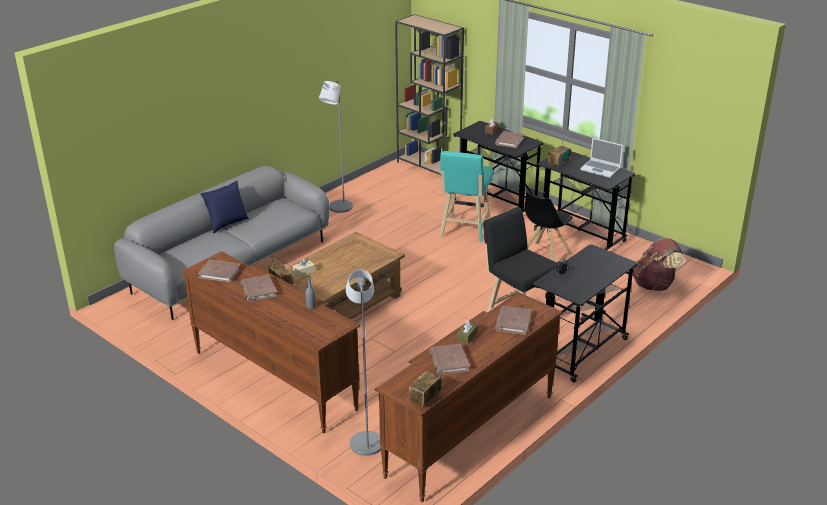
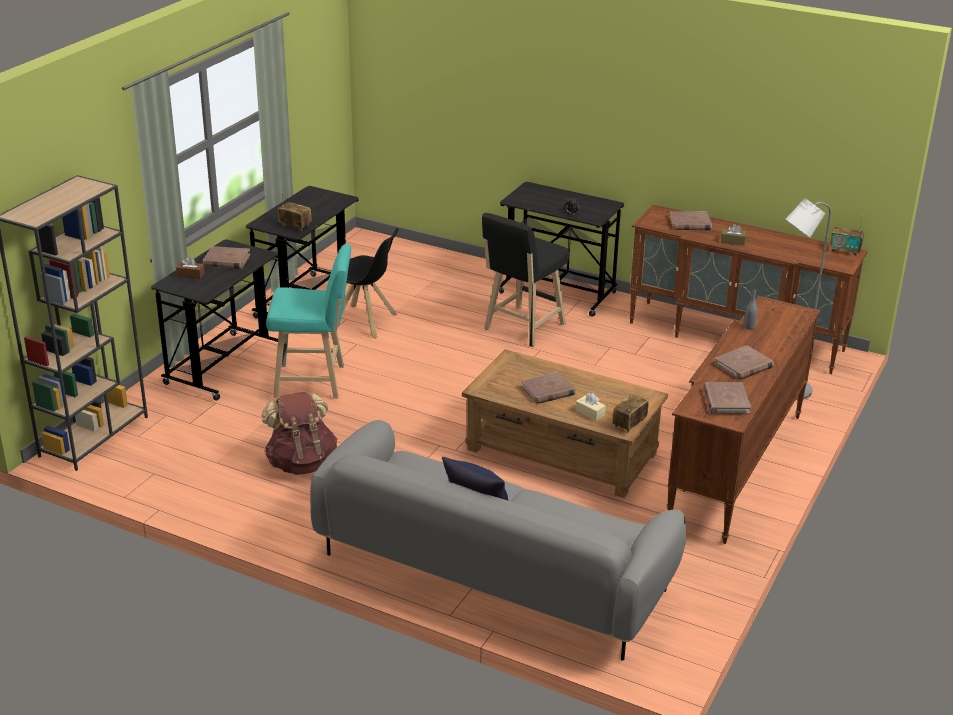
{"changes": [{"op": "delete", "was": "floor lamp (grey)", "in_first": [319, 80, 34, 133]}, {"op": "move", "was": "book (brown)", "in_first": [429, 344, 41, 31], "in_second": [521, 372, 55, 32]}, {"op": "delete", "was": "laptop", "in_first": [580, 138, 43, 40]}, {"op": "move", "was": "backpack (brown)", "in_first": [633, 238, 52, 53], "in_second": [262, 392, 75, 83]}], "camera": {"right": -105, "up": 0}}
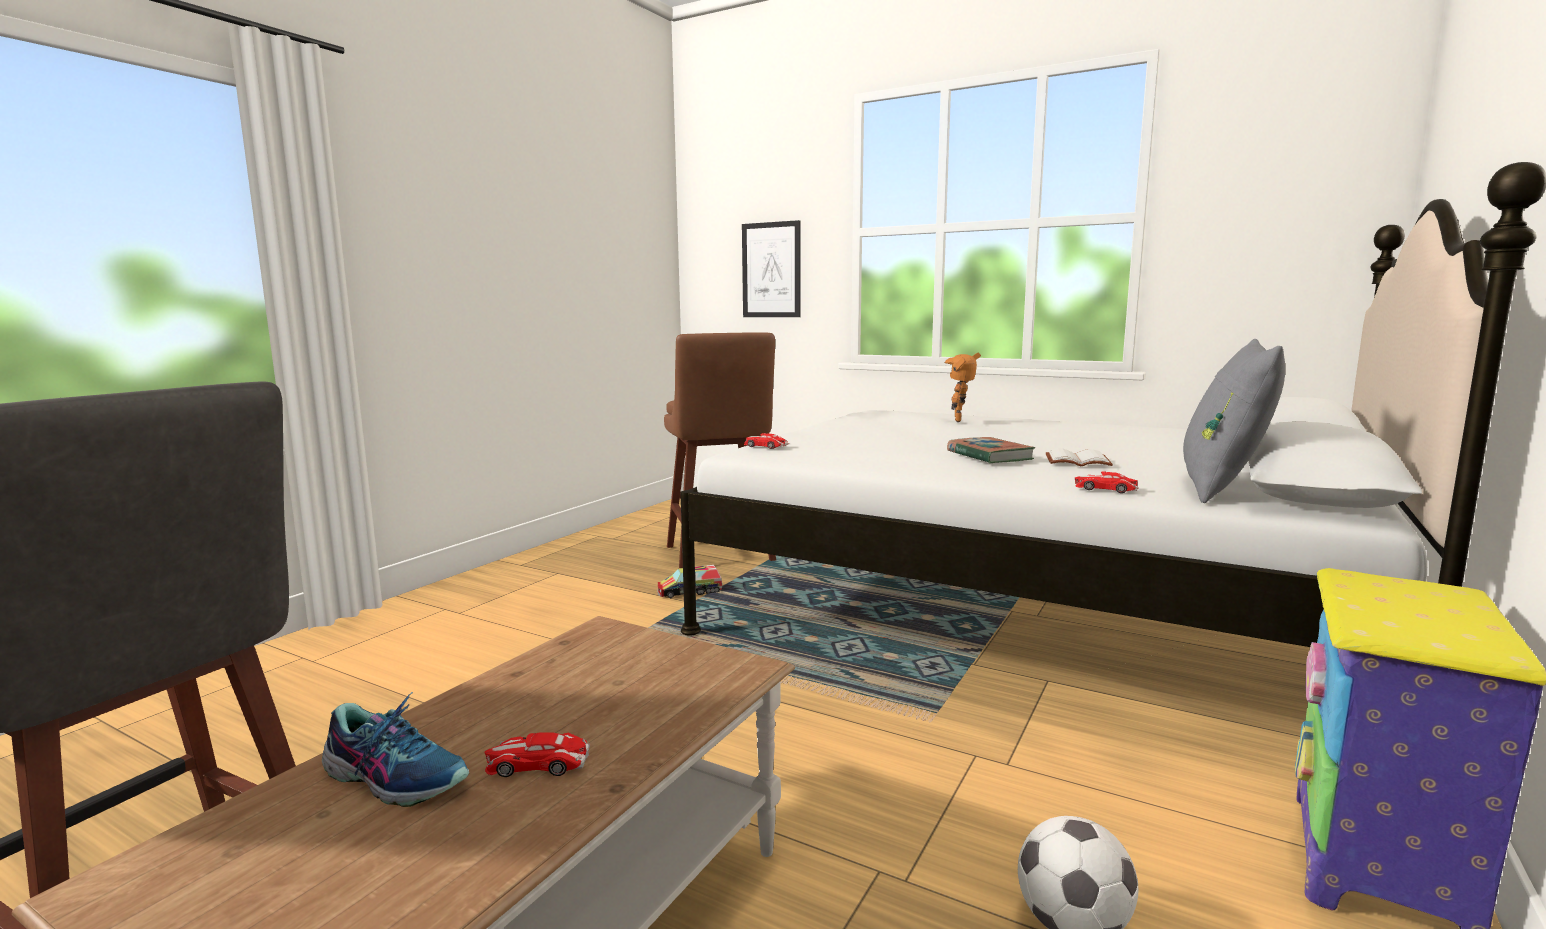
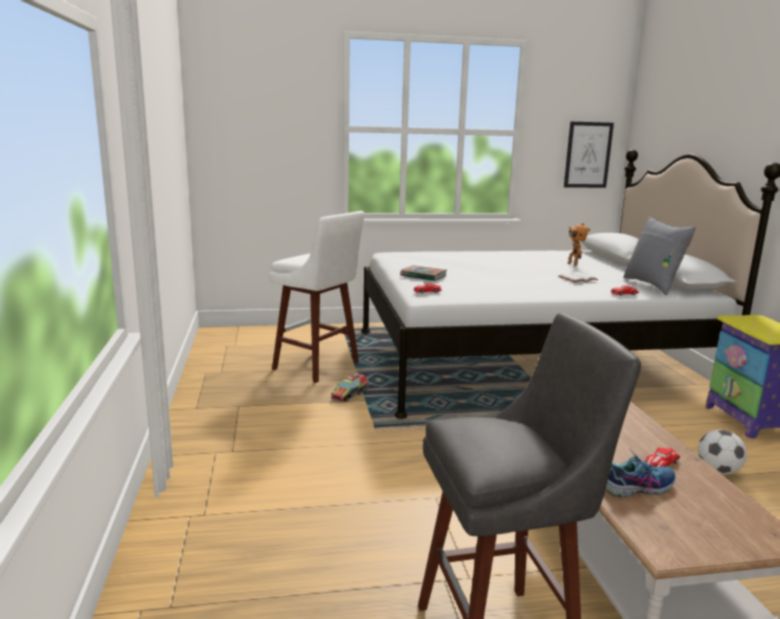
{"changes": [{"op": "recolor", "was": "stool (brown)", "now": "stool (white)", "in_first": [664, 332, 112, 236], "in_second": [269, 211, 95, 172]}, {"op": "move", "was": "picture", "in_first": [742, 220, 58, 97], "in_second": [564, 122, 50, 66]}, {"op": "move", "was": "toy robot", "in_first": [945, 352, 36, 70], "in_second": [568, 223, 22, 43]}, {"op": "move", "was": "book", "in_first": [947, 437, 88, 26], "in_second": [400, 265, 47, 16]}], "camera": {"right": -40, "up": 5}}
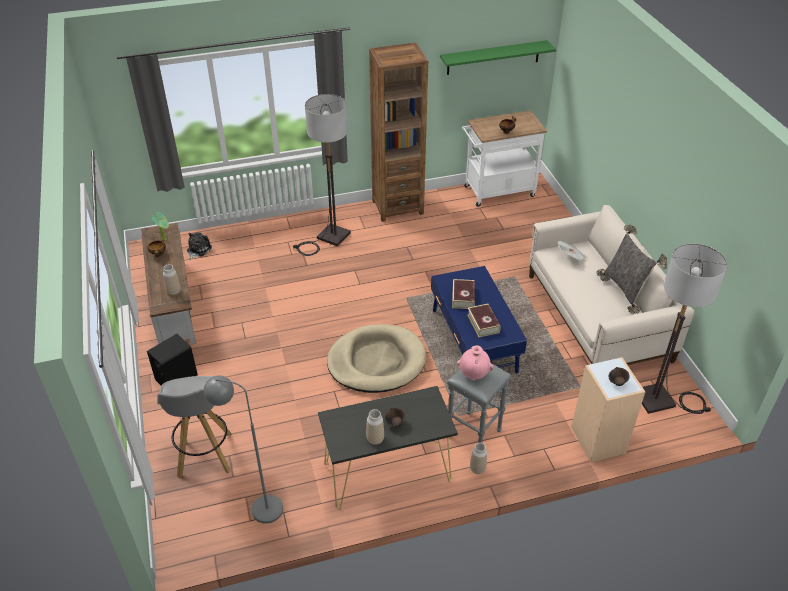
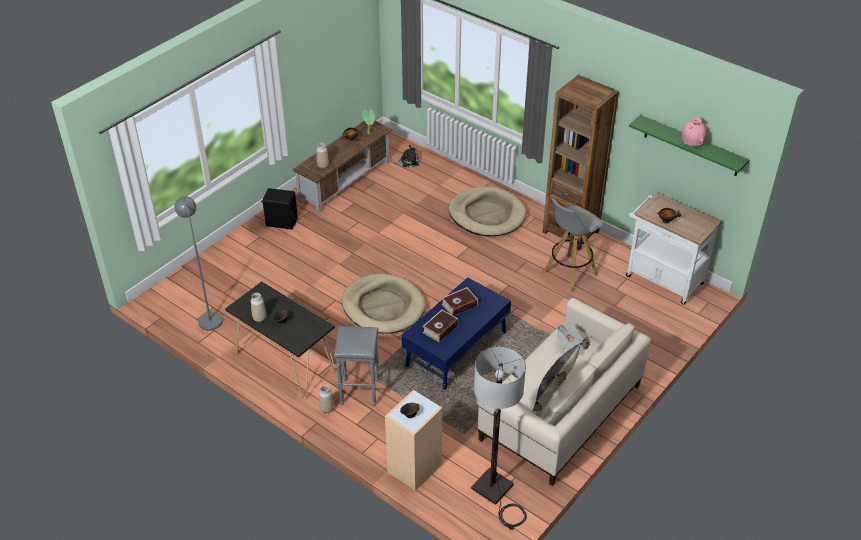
{"changes": [{"op": "move", "was": "stool (grey)", "in_first": [157, 376, 75, 102], "in_second": [543, 198, 60, 94]}, {"op": "replace", "was": "floor lamp", "now": "dog bed (beige)", "in_first": [293, 94, 58, 162], "in_second": [448, 186, 79, 50]}, {"op": "move", "was": "vase (pink)", "in_first": [457, 345, 36, 36], "in_second": [682, 118, 25, 28]}], "camera": {"right": 55, "up": 0}}
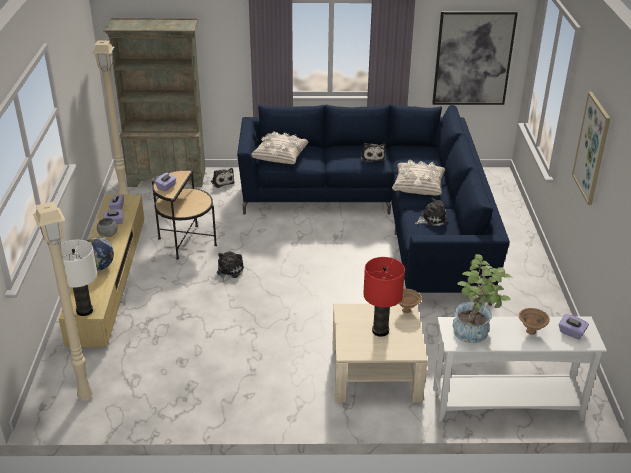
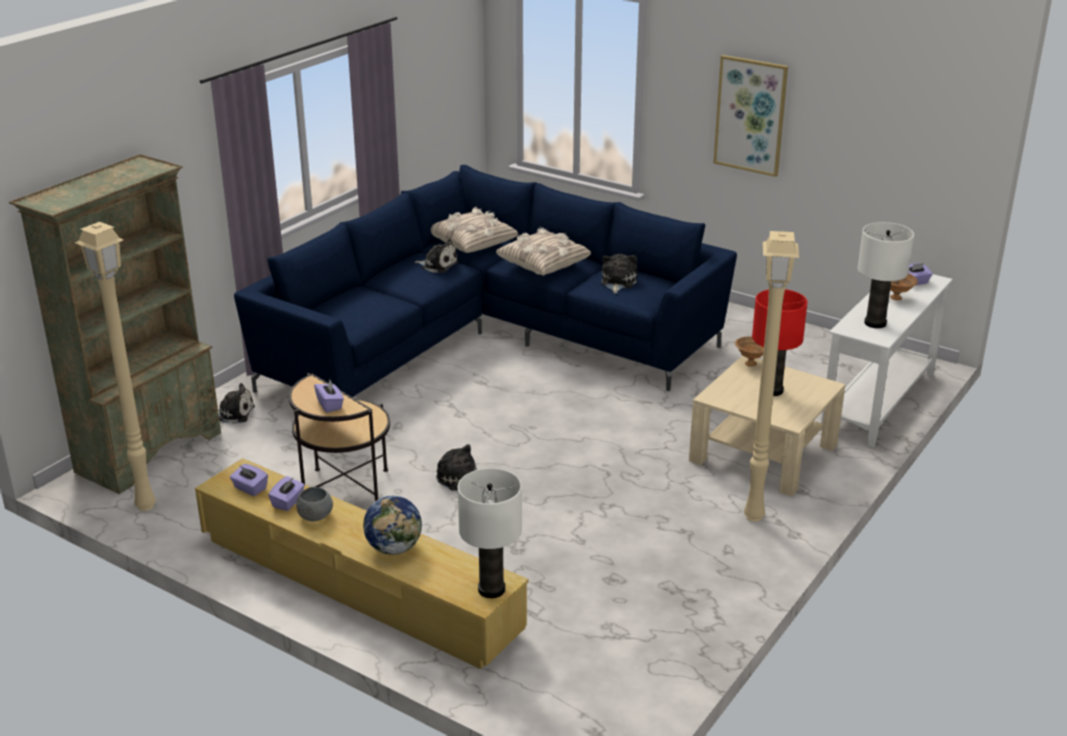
{"changes": [{"op": "move", "was": "floor lamp (beige)", "in_first": [33, 201, 60, 200], "in_second": [744, 231, 55, 291]}, {"op": "move", "was": "pillow (beige)", "in_first": [252, 131, 56, 33], "in_second": [431, 207, 87, 46]}, {"op": "delete", "was": "picture", "in_first": [432, 11, 86, 94]}, {"op": "replace", "was": "potted plant", "now": "table lamp (white)", "in_first": [453, 254, 60, 89], "in_second": [858, 222, 56, 106]}], "camera": {"right": -55, "up": -5}}
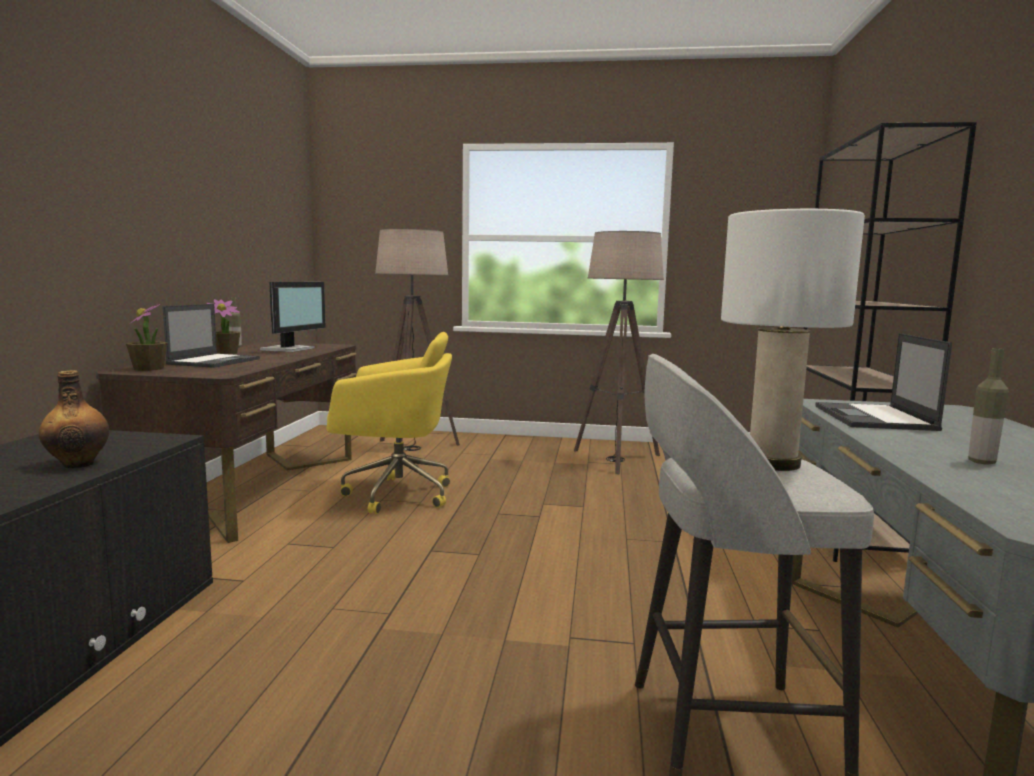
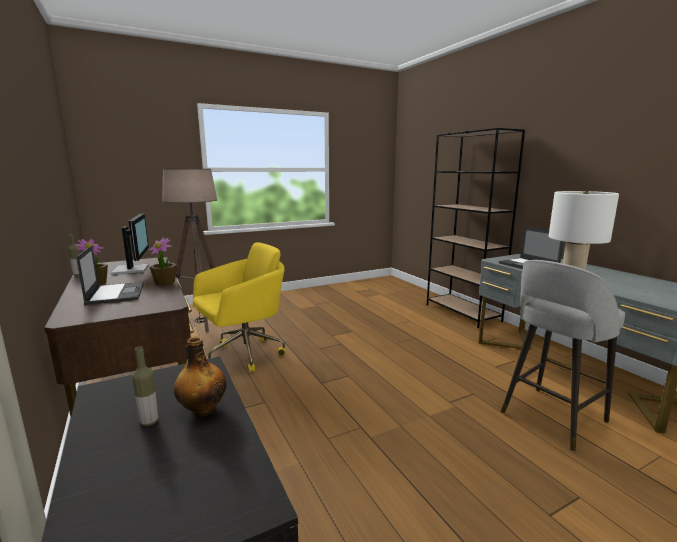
{"changes": [{"op": "move", "was": "potted plant", "in_first": [126, 304, 42, 67], "in_second": [149, 237, 28, 48]}, {"op": "delete", "was": "floor lamp", "in_first": [574, 231, 90, 243]}, {"op": "move", "was": "bottle", "in_first": [968, 348, 41, 117], "in_second": [132, 346, 26, 80]}], "camera": {"right": -35, "up": 5}}
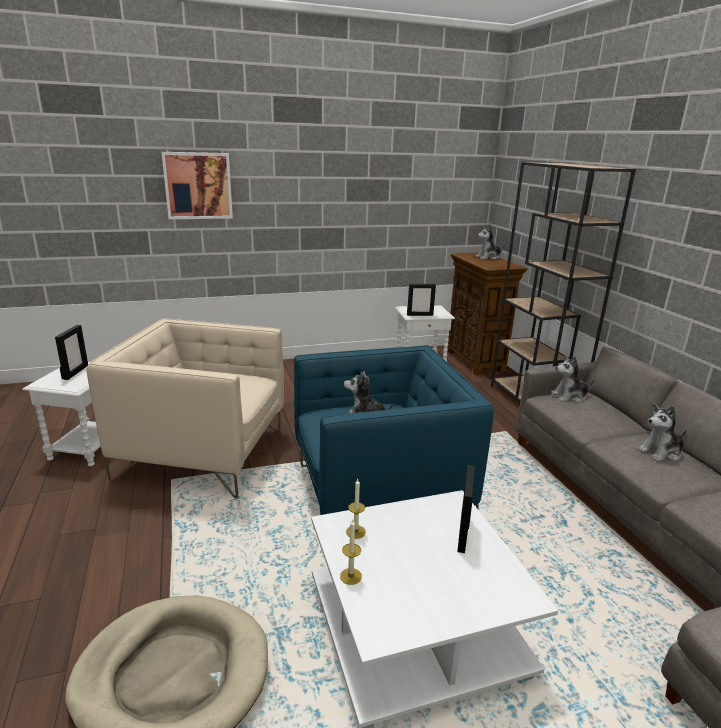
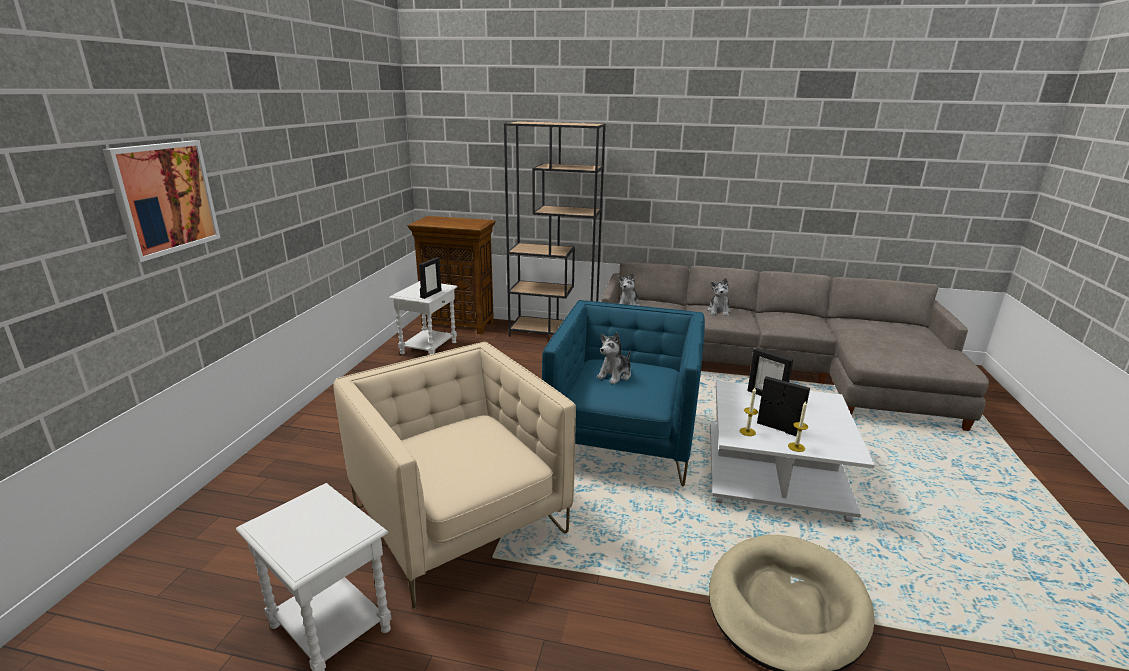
{"changes": [{"op": "move", "was": "picture frame", "in_first": [55, 325, 33, 55], "in_second": [757, 376, 53, 60]}, {"op": "rotate", "was": "armchair (beige)", "in_first": [87, 318, 197, 180], "in_second": [333, 342, 243, 267], "clockwise": 105}, {"op": "delete", "was": "plush toy", "in_first": [475, 225, 30, 35]}], "camera": {"right": -60, "up": 0}}
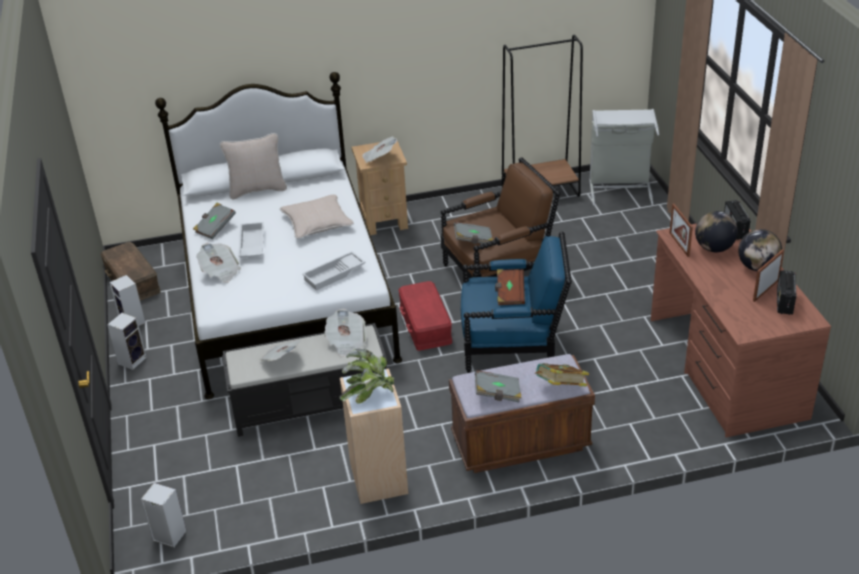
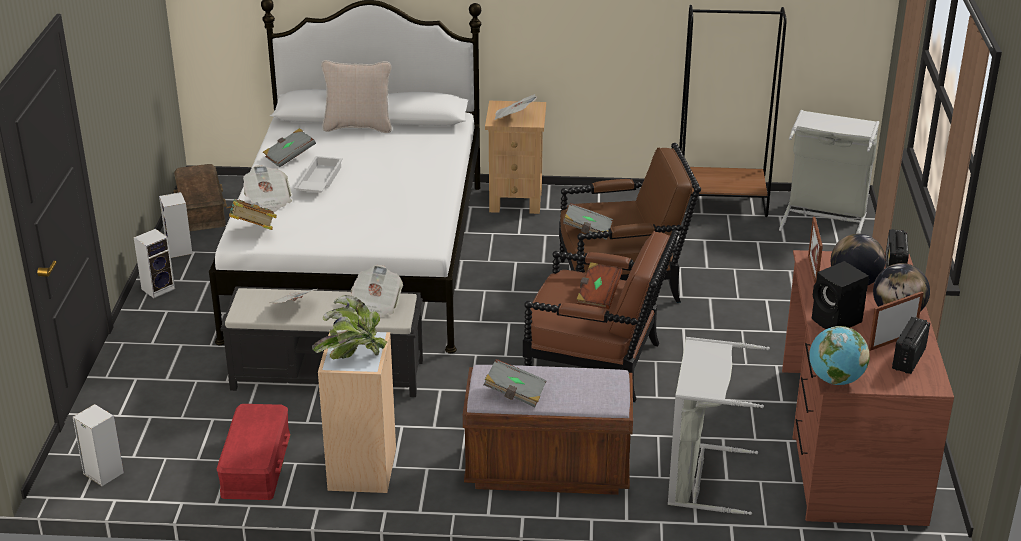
{"changes": [{"op": "delete", "was": "pillow (beige)", "in_first": [280, 194, 74, 44]}, {"op": "delete", "was": "tray (white)", "in_first": [302, 251, 64, 40]}, {"op": "move", "was": "storage box (red)", "in_first": [398, 281, 54, 70], "in_second": [216, 404, 75, 96]}, {"op": "recolor", "was": "armchair (blue)", "now": "armchair (brown)", "in_first": [461, 232, 111, 141], "in_second": [523, 230, 156, 172]}, {"op": "move", "was": "book", "in_first": [535, 363, 54, 23], "in_second": [226, 199, 51, 31]}, {"op": "insert", "now": "laundry basket (grey)", "in_second": [668, 337, 102, 178]}, {"op": "insert", "now": "globe", "in_second": [809, 326, 61, 59]}, {"op": "insert", "now": "speaker (black)", "in_second": [812, 261, 57, 68]}], "camera": {"right": 15, "up": -5}}
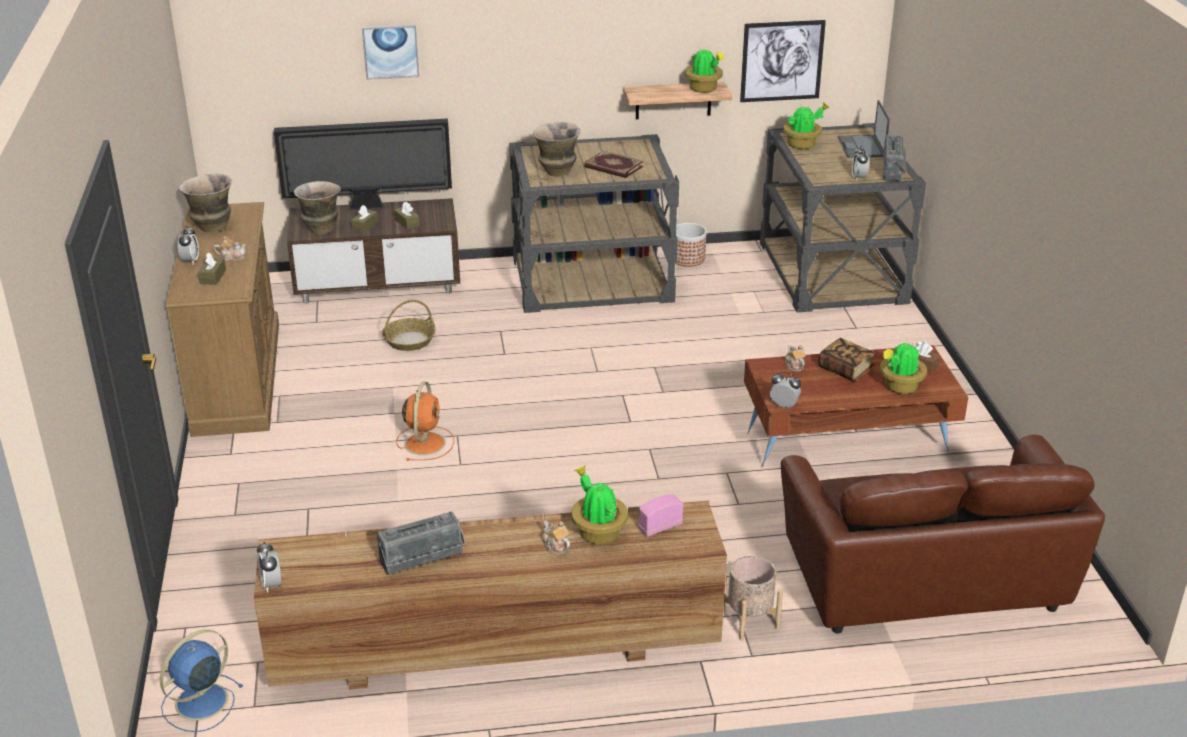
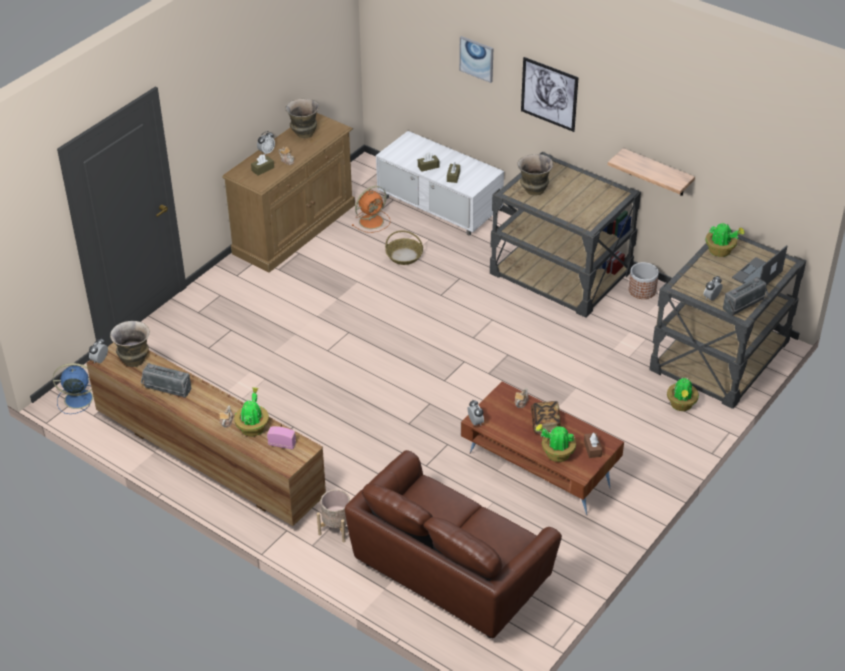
{"changes": [{"op": "delete", "was": "television", "in_first": [274, 118, 178, 92]}, {"op": "recolor", "was": "tv stand (brown)", "now": "tv stand (white)", "in_first": [287, 198, 173, 105], "in_second": [376, 131, 128, 104]}, {"op": "move", "was": "vase", "in_first": [294, 181, 47, 54], "in_second": [110, 321, 40, 46]}, {"op": "move", "was": "fan (orange)", "in_first": [396, 382, 58, 79], "in_second": [352, 186, 39, 47]}, {"op": "delete", "was": "book", "in_first": [584, 151, 60, 27]}, {"op": "move", "was": "potted plant", "in_first": [685, 48, 40, 45], "in_second": [667, 377, 32, 34]}, {"op": "move", "was": "picture", "in_first": [740, 20, 86, 82], "in_second": [521, 57, 58, 75]}], "camera": {"right": 45, "up": 10}}
